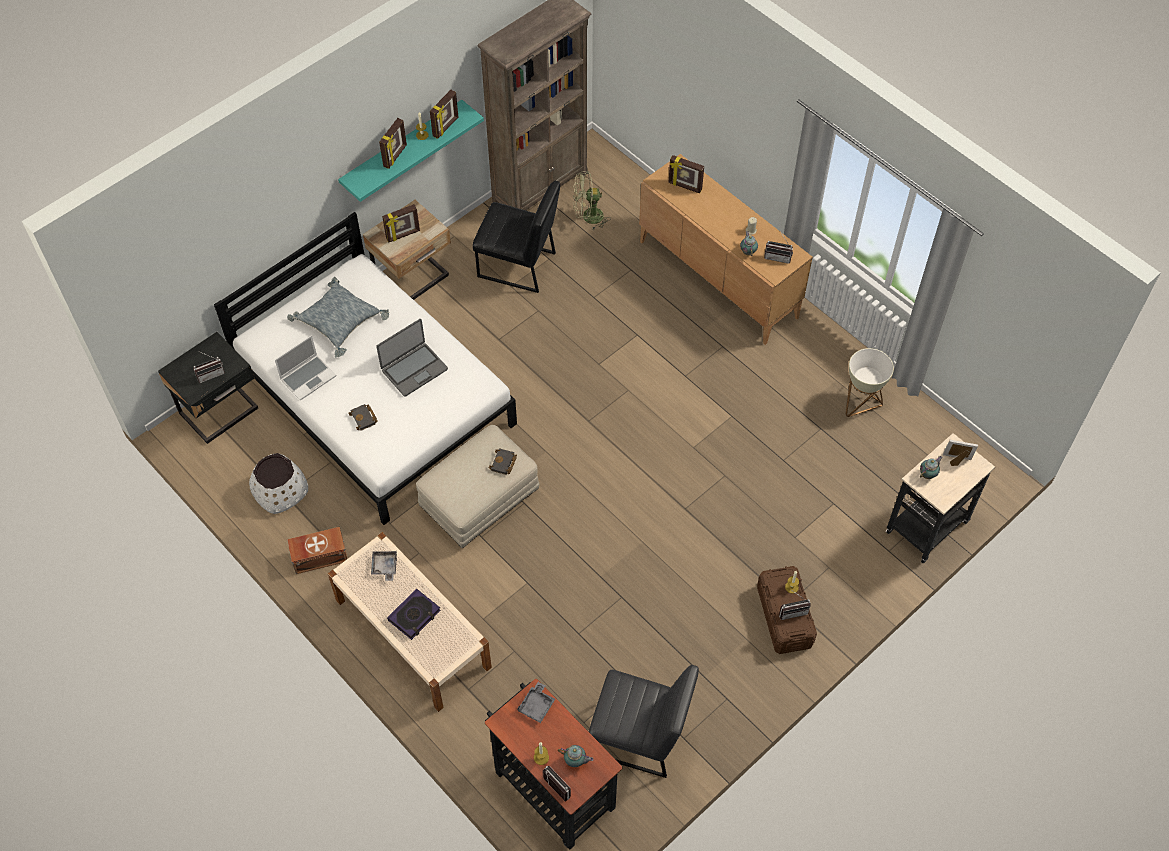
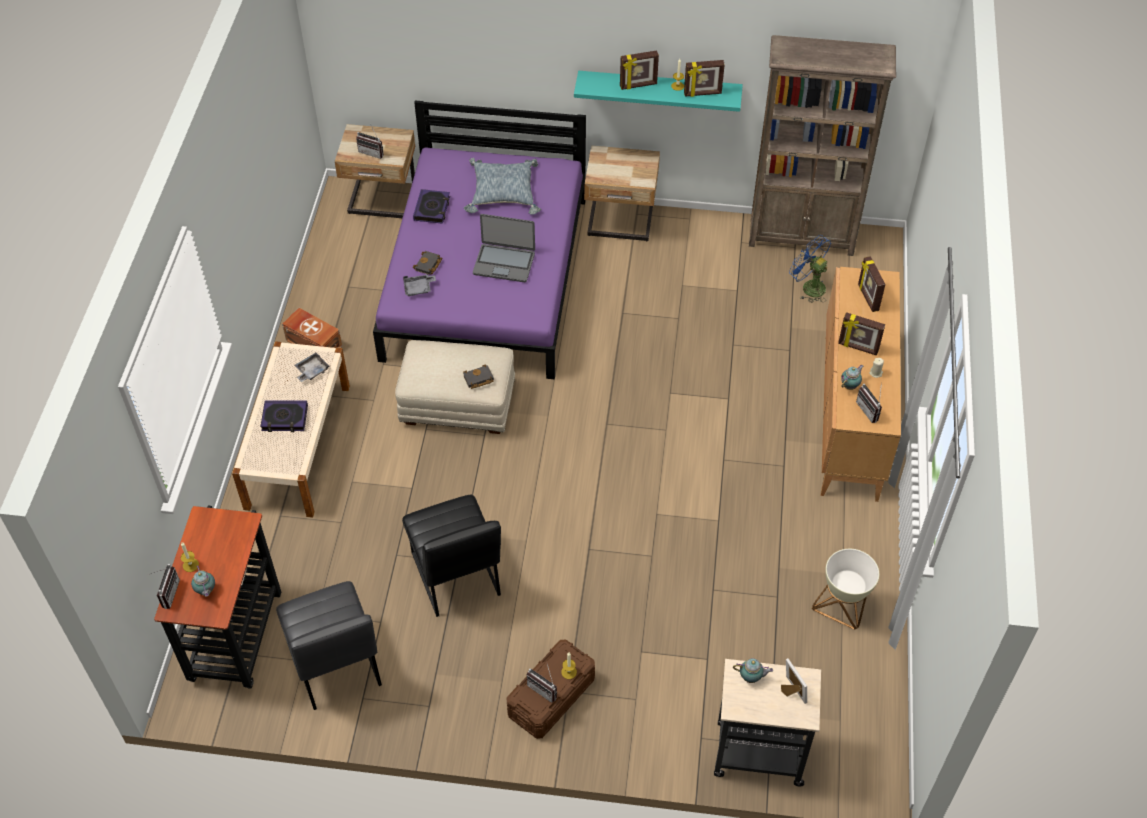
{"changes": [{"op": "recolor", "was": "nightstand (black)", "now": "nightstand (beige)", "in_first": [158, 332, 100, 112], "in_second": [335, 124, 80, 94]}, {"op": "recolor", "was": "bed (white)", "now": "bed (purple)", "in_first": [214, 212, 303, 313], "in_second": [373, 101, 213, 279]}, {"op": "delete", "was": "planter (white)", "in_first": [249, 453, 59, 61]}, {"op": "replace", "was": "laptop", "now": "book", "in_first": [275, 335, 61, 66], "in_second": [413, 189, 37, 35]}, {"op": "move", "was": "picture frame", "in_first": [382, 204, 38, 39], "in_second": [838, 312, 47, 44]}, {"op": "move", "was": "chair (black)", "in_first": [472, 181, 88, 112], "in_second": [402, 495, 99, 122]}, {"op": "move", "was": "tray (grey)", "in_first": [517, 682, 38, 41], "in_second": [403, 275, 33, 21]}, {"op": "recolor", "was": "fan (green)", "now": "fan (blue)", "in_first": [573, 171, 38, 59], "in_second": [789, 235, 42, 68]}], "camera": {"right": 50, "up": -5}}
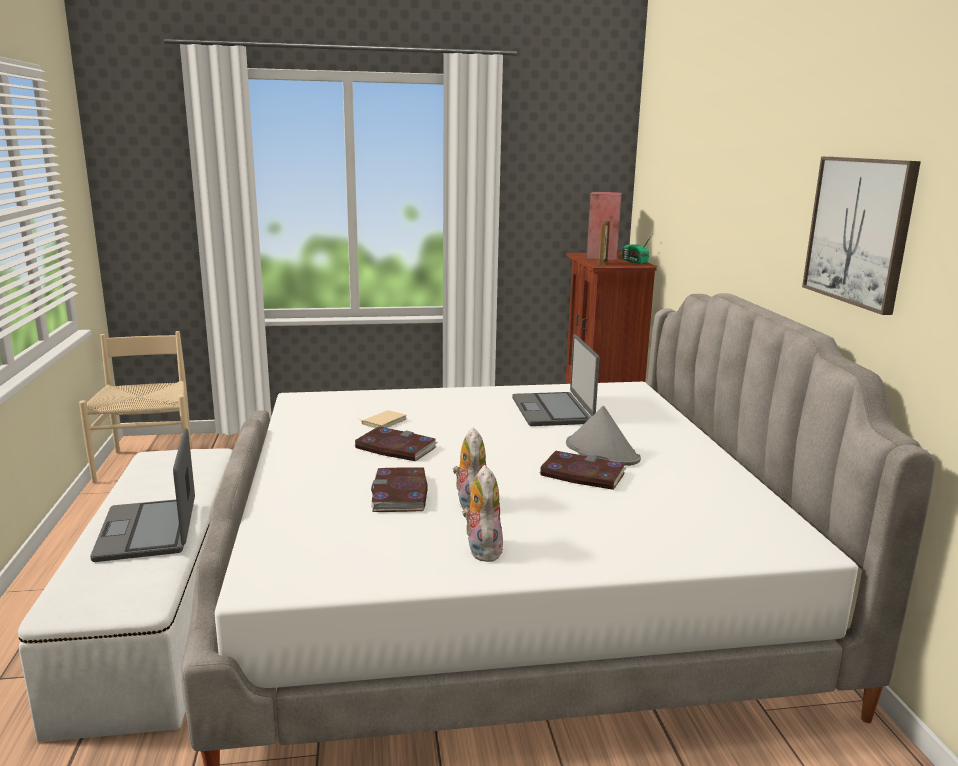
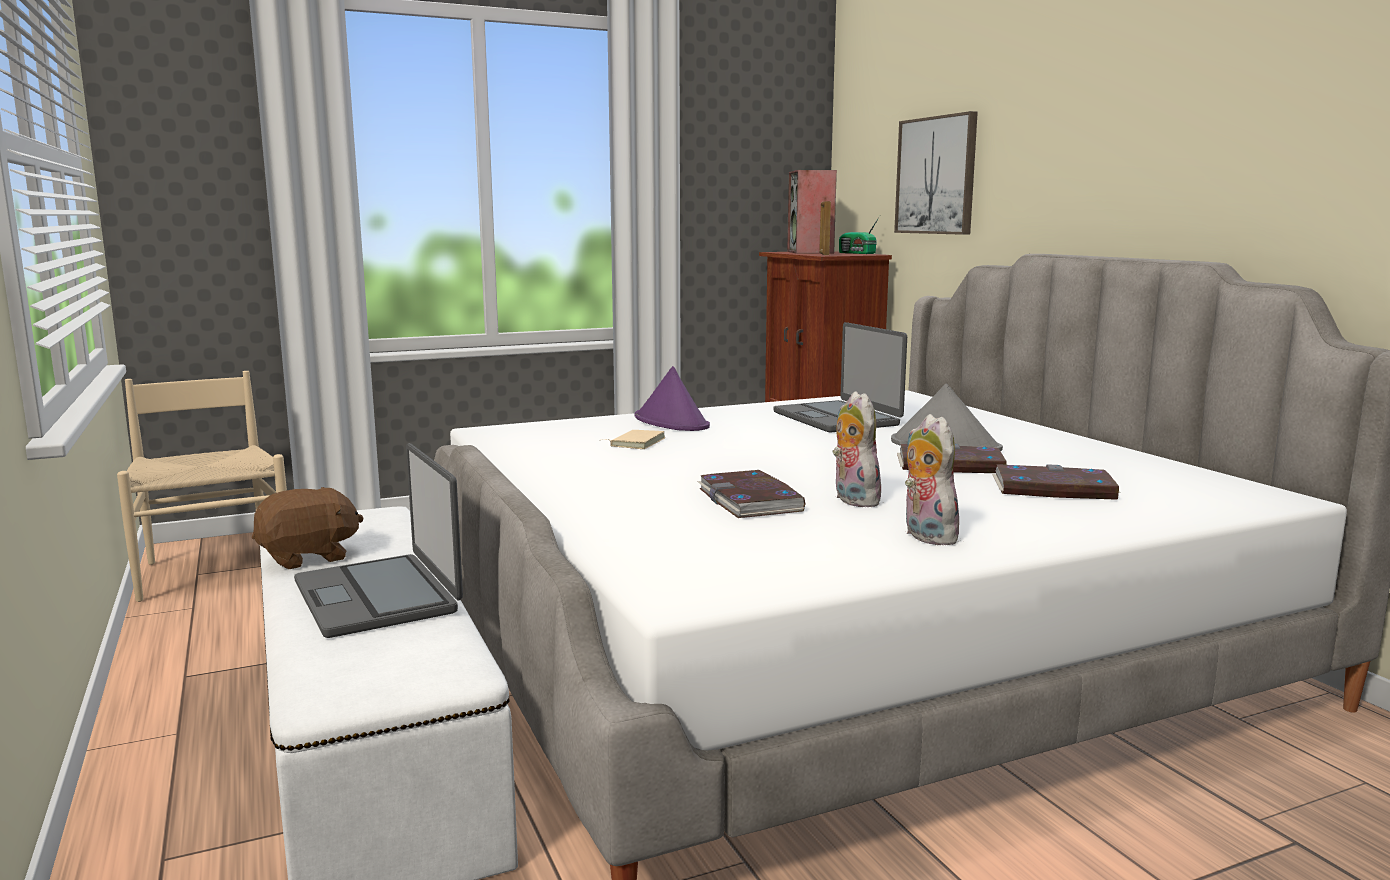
{"changes": [{"op": "move", "was": "book", "in_first": [355, 426, 83, 35], "in_second": [992, 464, 128, 36]}, {"op": "move", "was": "picture", "in_first": [802, 157, 119, 158], "in_second": [894, 111, 84, 124]}, {"op": "insert", "now": "plush toy (brown)", "in_second": [252, 487, 112, 82]}, {"op": "insert", "now": "hat (purple)", "in_second": [634, 366, 76, 65]}], "camera": {"right": -15, "up": -5}}
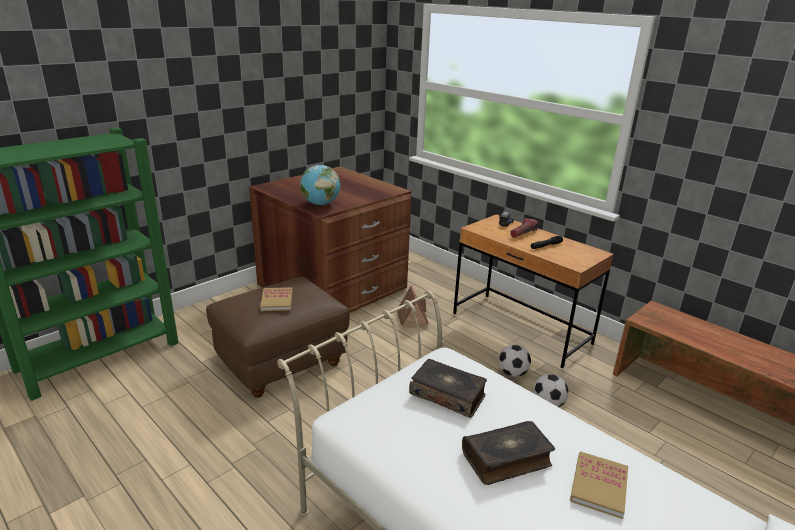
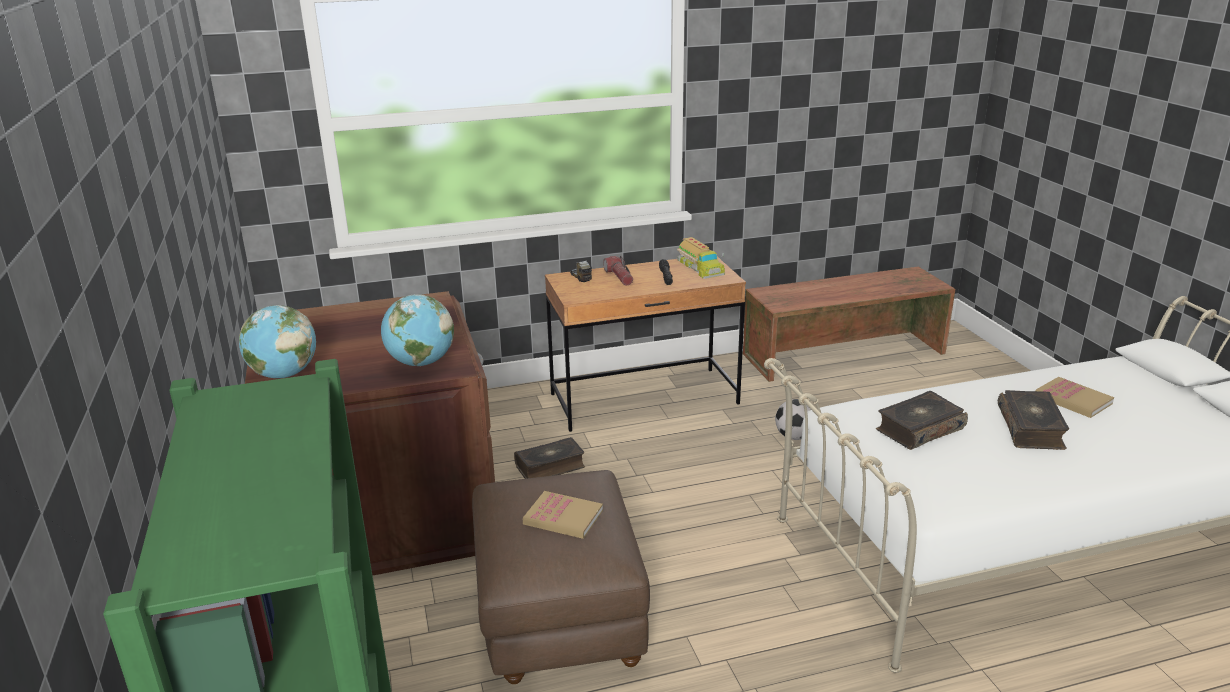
{"changes": [{"op": "replace", "was": "toy house", "now": "book", "in_first": [397, 285, 32, 43], "in_second": [514, 437, 71, 42]}, {"op": "delete", "was": "football", "in_first": [498, 345, 33, 32]}, {"op": "insert", "now": "globe", "in_second": [239, 305, 77, 73]}, {"op": "insert", "now": "toy truck", "in_second": [677, 237, 48, 42]}], "camera": {"right": -60, "up": 0}}
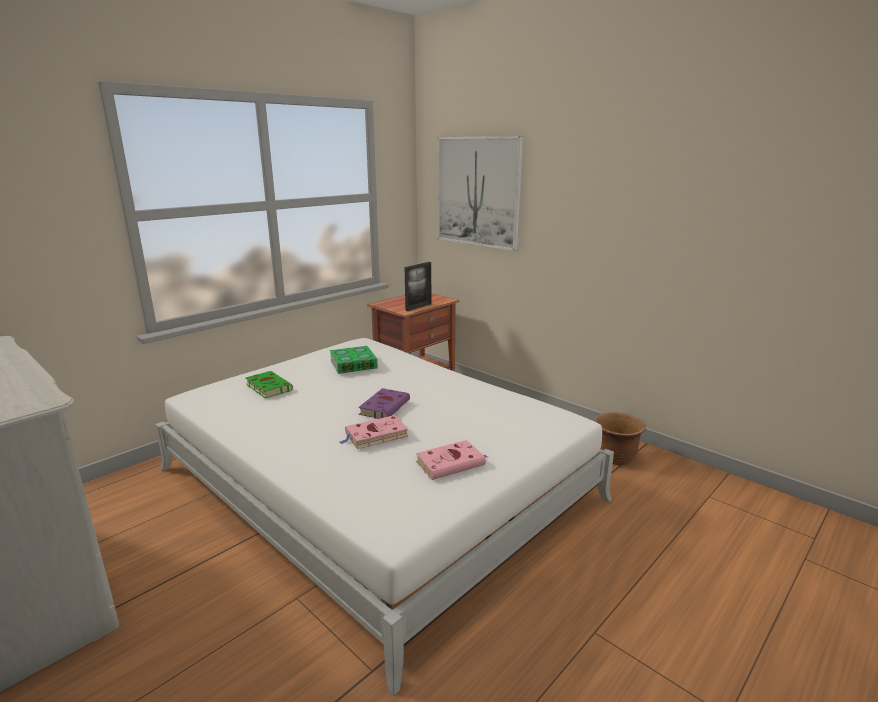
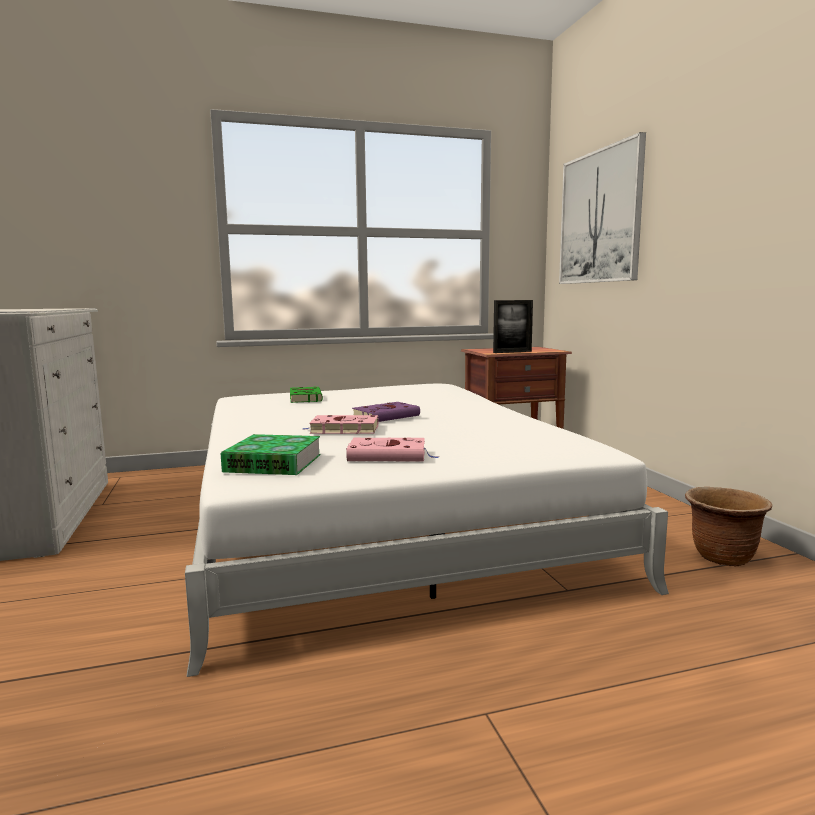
{"changes": [{"op": "move", "was": "book", "in_first": [330, 346, 48, 28], "in_second": [221, 434, 100, 41]}], "camera": {"right": 30, "up": -10}}
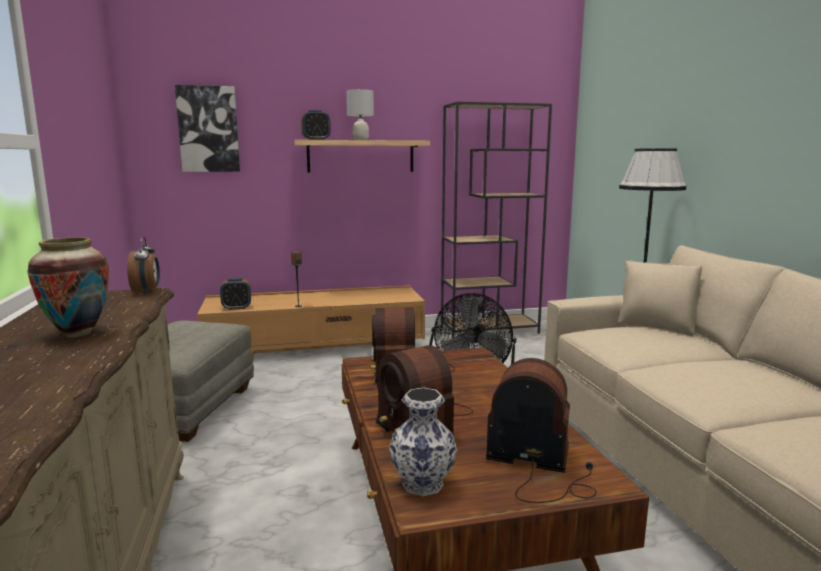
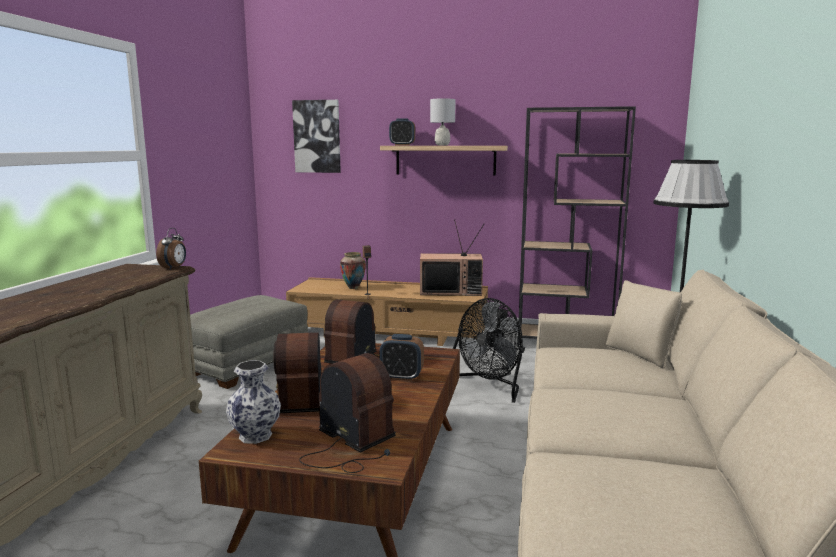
{"changes": [{"op": "move", "was": "vase", "in_first": [28, 237, 81, 101], "in_second": [340, 252, 26, 37]}, {"op": "move", "was": "alarm clock", "in_first": [220, 278, 31, 32], "in_second": [379, 334, 45, 47]}, {"op": "insert", "now": "television", "in_second": [420, 219, 64, 77]}], "camera": {"right": 25, "up": 0}}
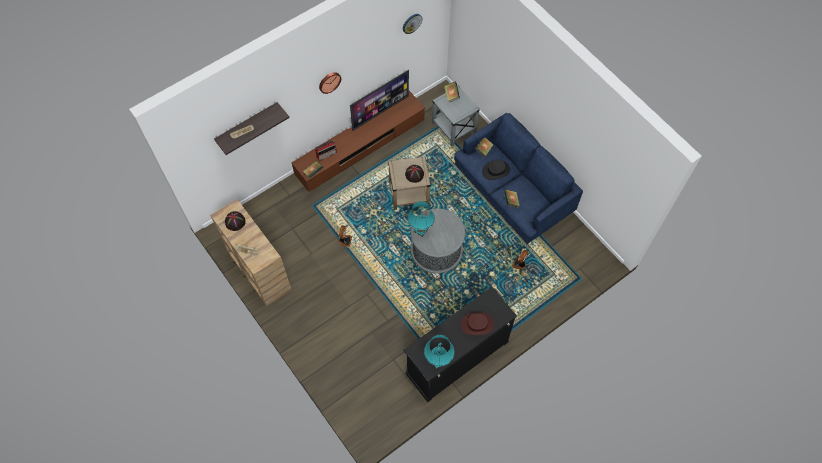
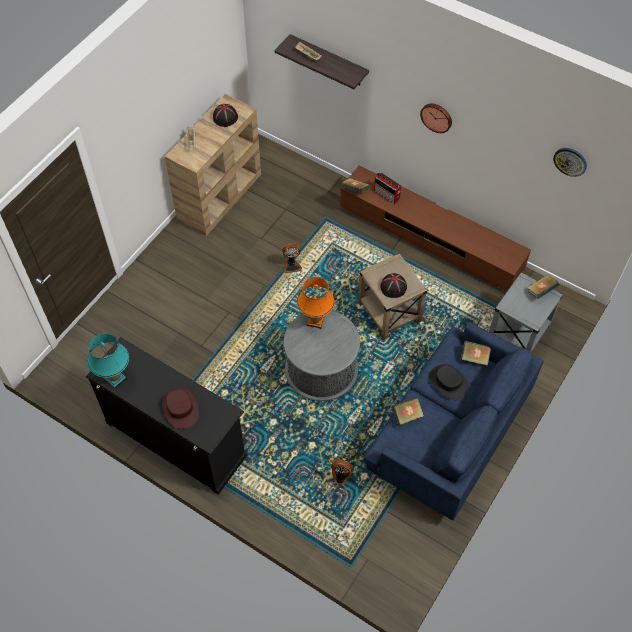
{"changes": [{"op": "delete", "was": "television", "in_first": [350, 70, 59, 61]}, {"op": "recolor", "was": "table lamp (turquoise)", "now": "table lamp (orange)", "in_first": [408, 201, 27, 36], "in_second": [297, 277, 38, 52]}], "camera": {"right": 70, "up": -5}}
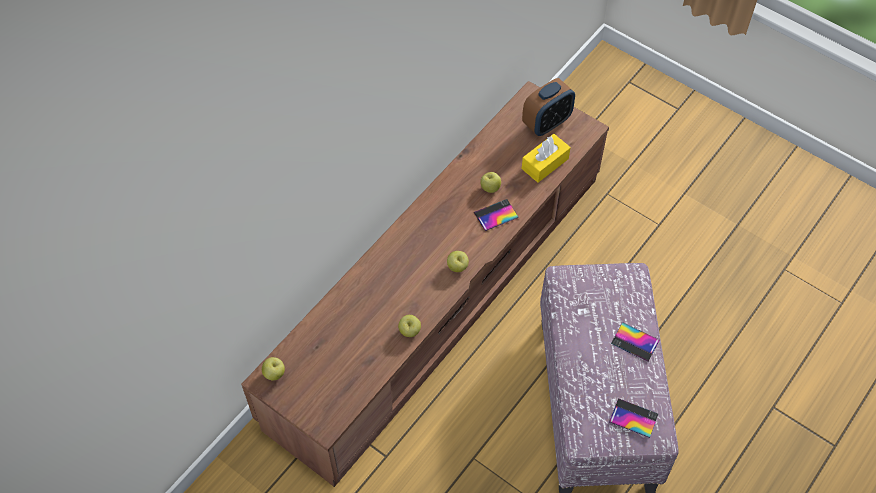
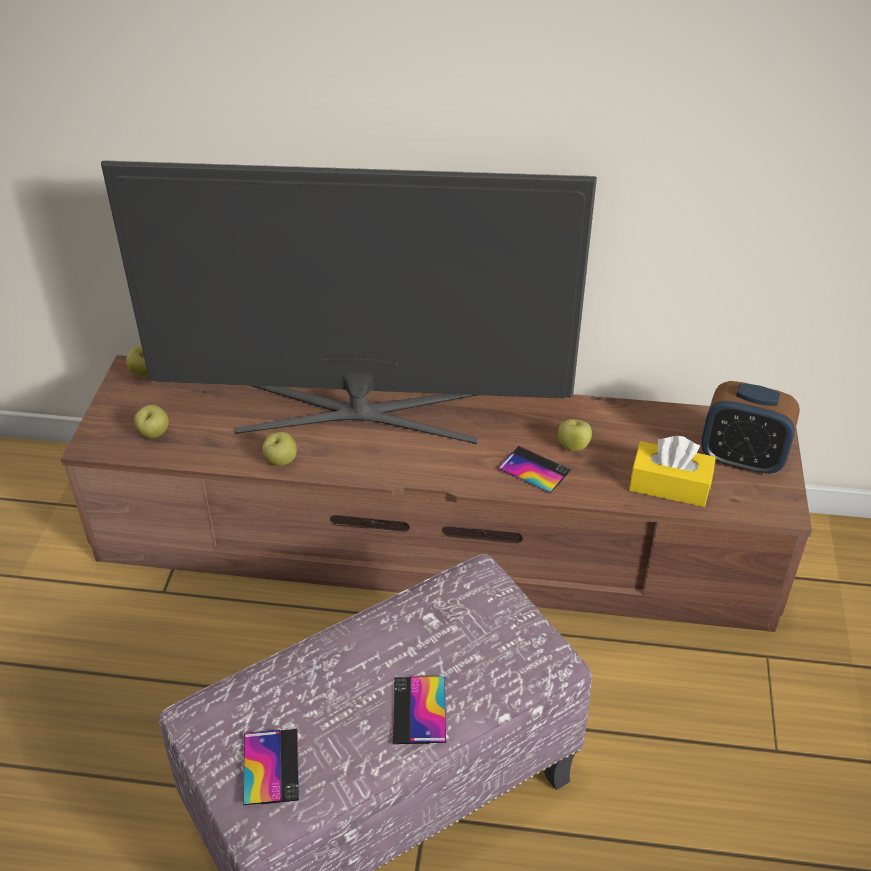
{"changes": [{"op": "move", "was": "apple", "in_first": [447, 251, 22, 21], "in_second": [134, 405, 35, 33]}, {"op": "insert", "now": "television", "in_second": [101, 161, 496, 283]}], "camera": {"right": 60, "up": -15}}
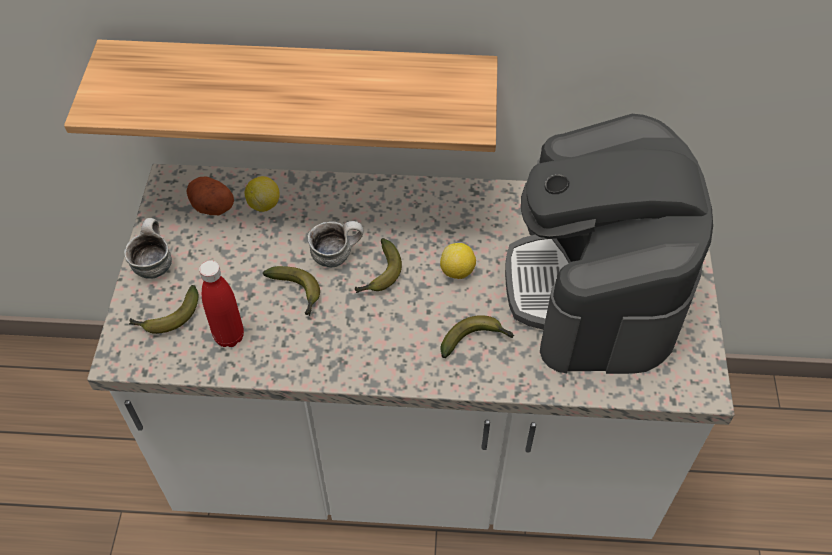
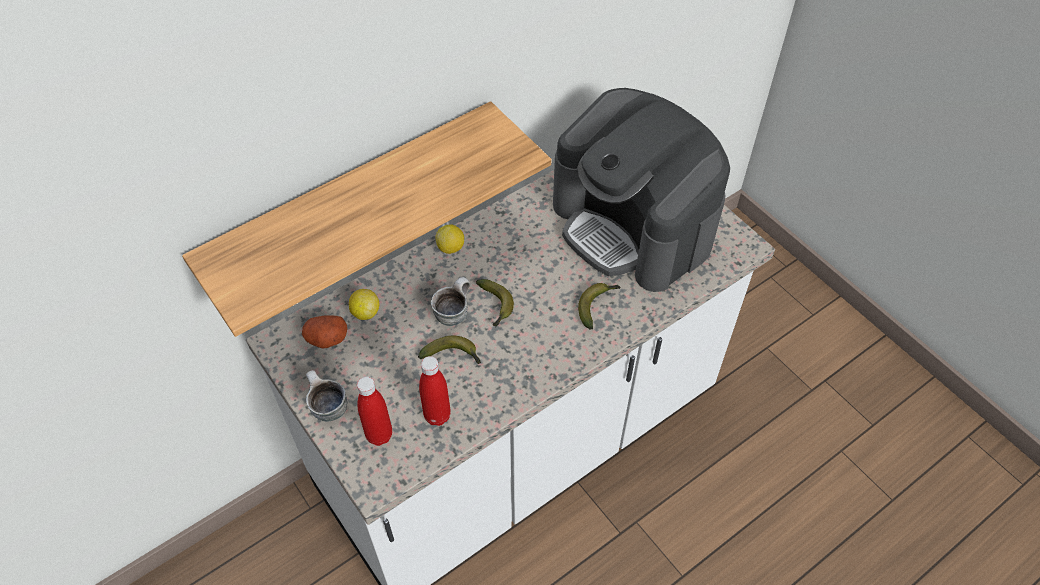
{"changes": [{"op": "replace", "was": "banana", "now": "bottle (red)", "in_first": [129, 285, 70, 49], "in_second": [357, 376, 35, 70]}, {"op": "move", "was": "lemon", "in_first": [440, 243, 36, 36], "in_second": [435, 224, 29, 30]}], "camera": {"right": -40, "up": 0}}
